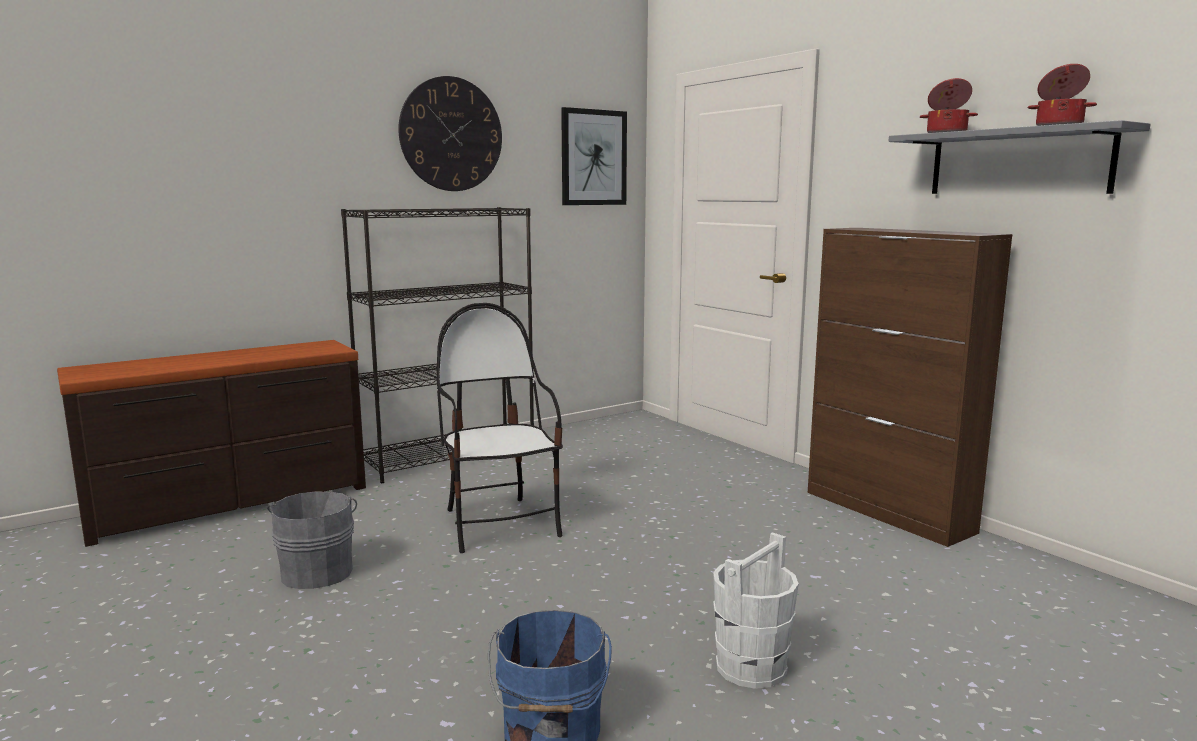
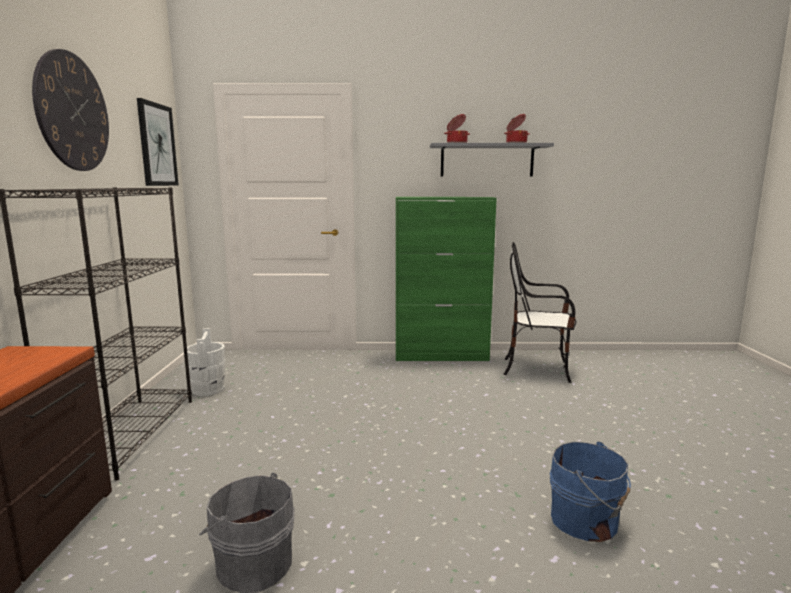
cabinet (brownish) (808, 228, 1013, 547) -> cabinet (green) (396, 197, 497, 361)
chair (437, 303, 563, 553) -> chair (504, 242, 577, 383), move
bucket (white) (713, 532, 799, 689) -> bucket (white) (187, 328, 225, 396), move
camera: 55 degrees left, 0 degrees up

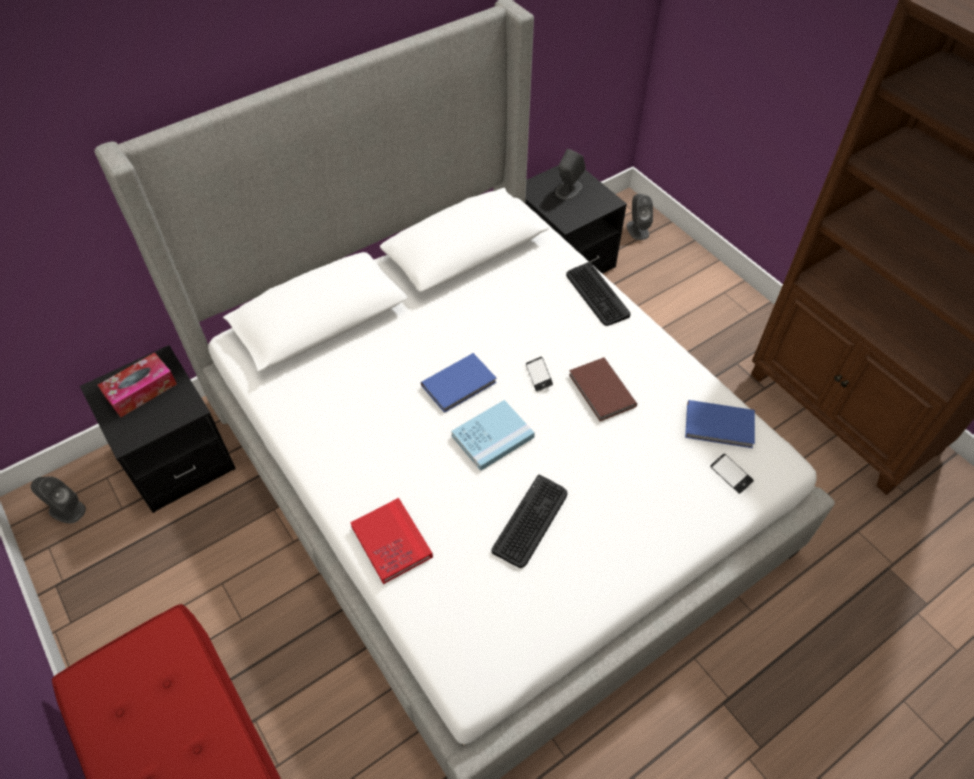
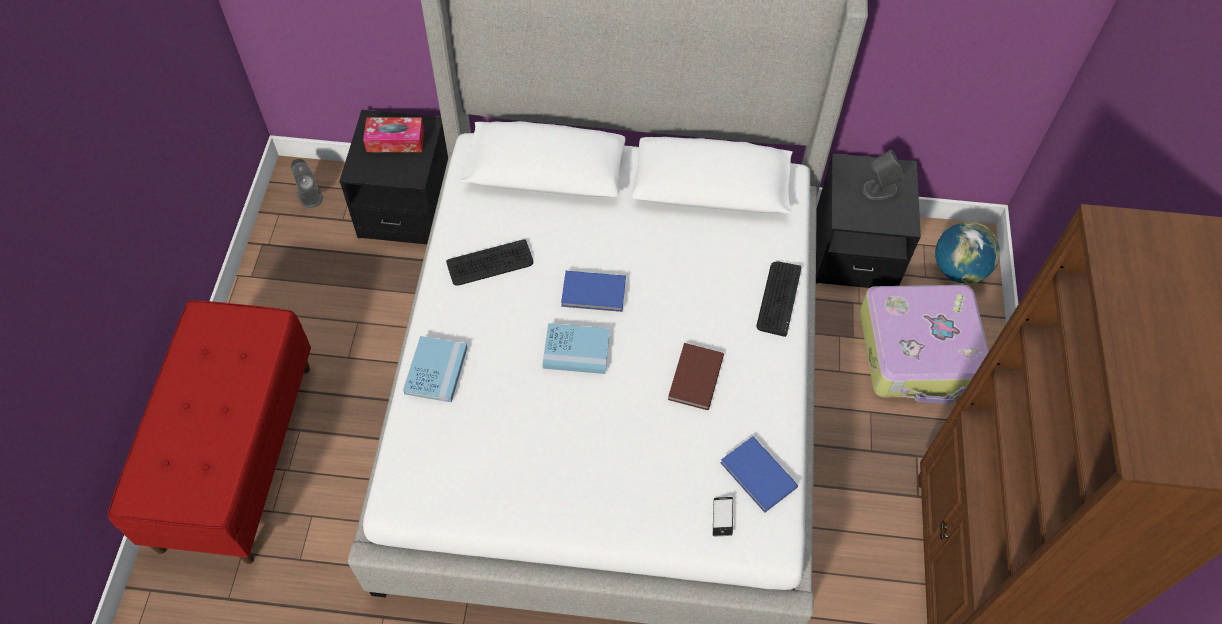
audio speaker (gray) (627, 194, 653, 240) -> world globe (935, 222, 1000, 284)
telephone (526, 357, 553, 392) -> none
computer keyboard (492, 475, 568, 568) -> computer keyboard (446, 239, 533, 286), move
book (red) (350, 498, 433, 584) -> book (blue-coloured) (403, 336, 467, 402)
none -> suitcase (860, 285, 989, 404)
camera: 40 degrees right, 5 degrees up

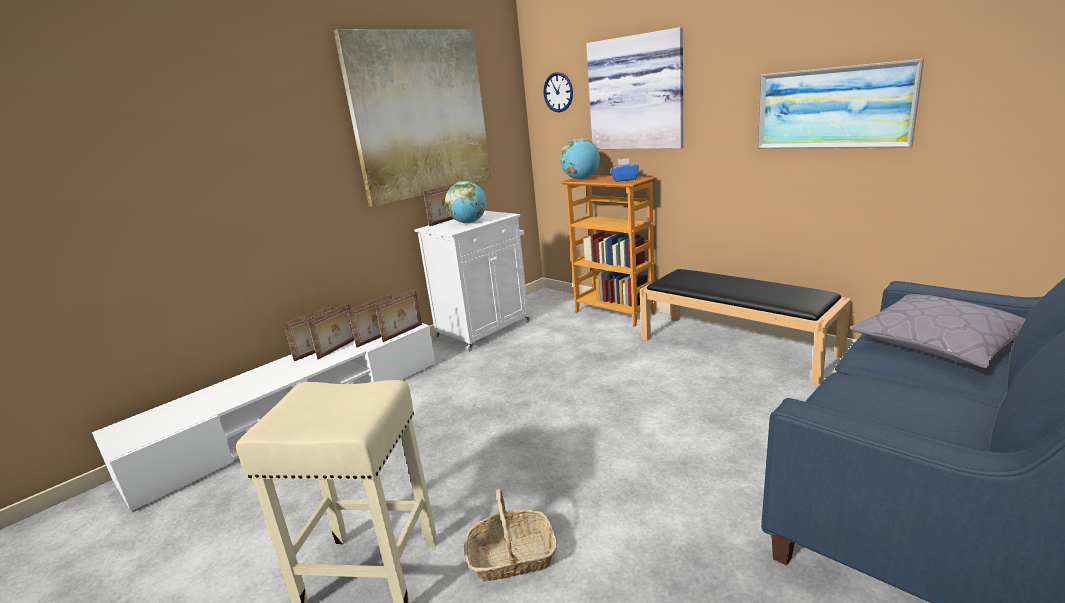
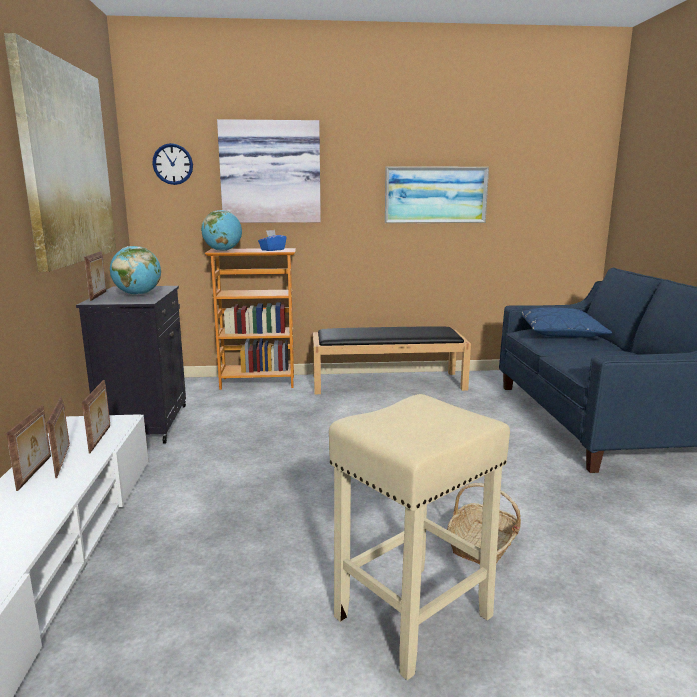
cabinet (white) (414, 211, 530, 351) -> cabinet (black) (76, 286, 186, 444)
photo frame (375, 289, 422, 342) -> none
throw pillow (gray) (850, 294, 1026, 368) -> throw pillow (blue-coloured) (521, 307, 612, 338)
camera: 50 degrees left, 5 degrees down

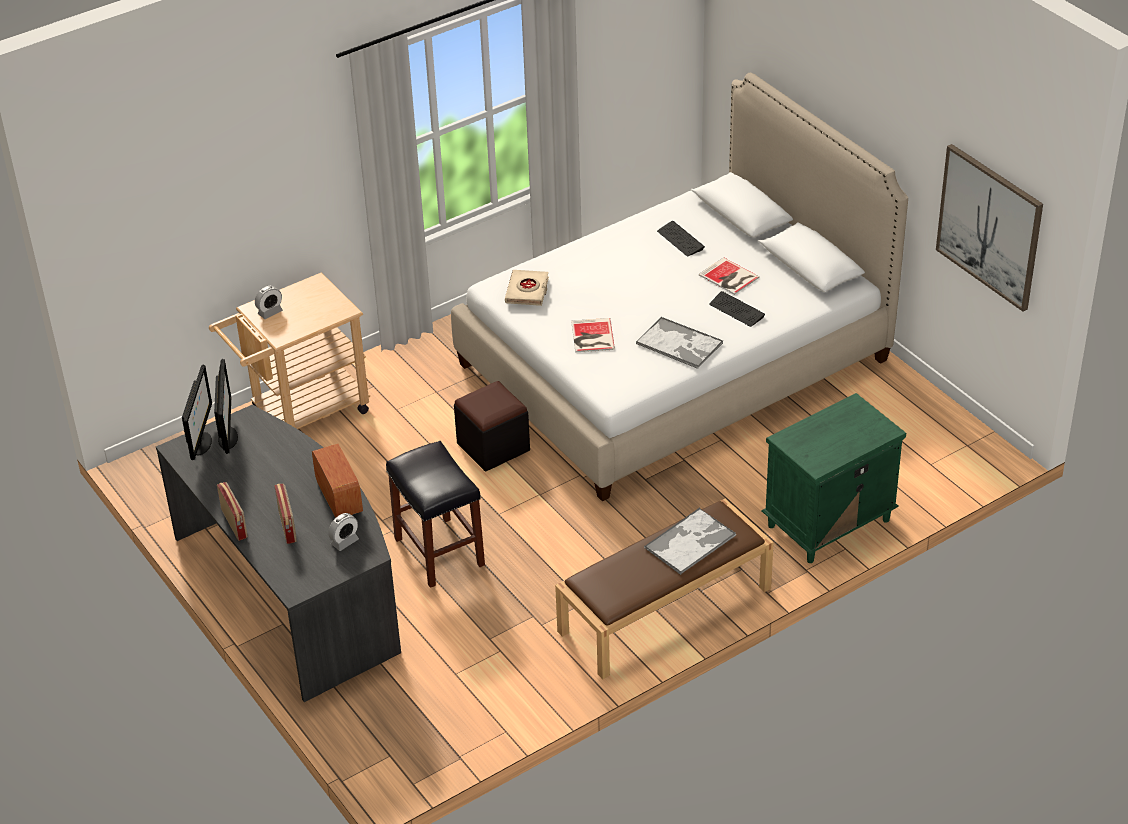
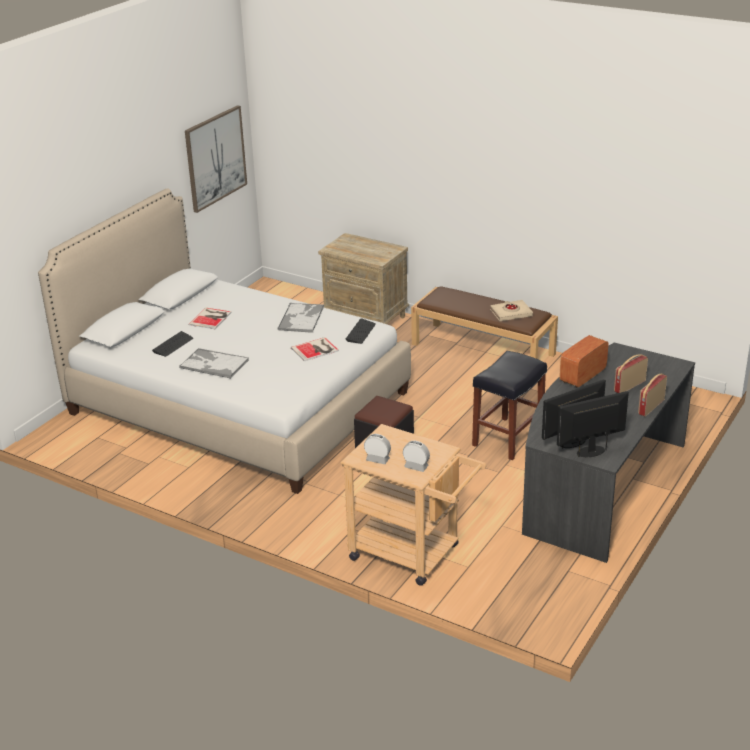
book (sand-coloured) (505, 270, 549, 306) -> book (sand-coloured) (490, 300, 533, 321), move
computer keyboard (709, 291, 765, 327) -> computer keyboard (346, 318, 376, 344), move
night table (green) (761, 393, 906, 563) -> night table (sand-coloured) (318, 233, 409, 324)
carrying tray (644, 508, 736, 575) -> carrying tray (179, 348, 249, 379), move
bedside clock (328, 513, 359, 551) -> bedside clock (364, 434, 391, 464), move
camera: 115 degrees left, 10 degrees down

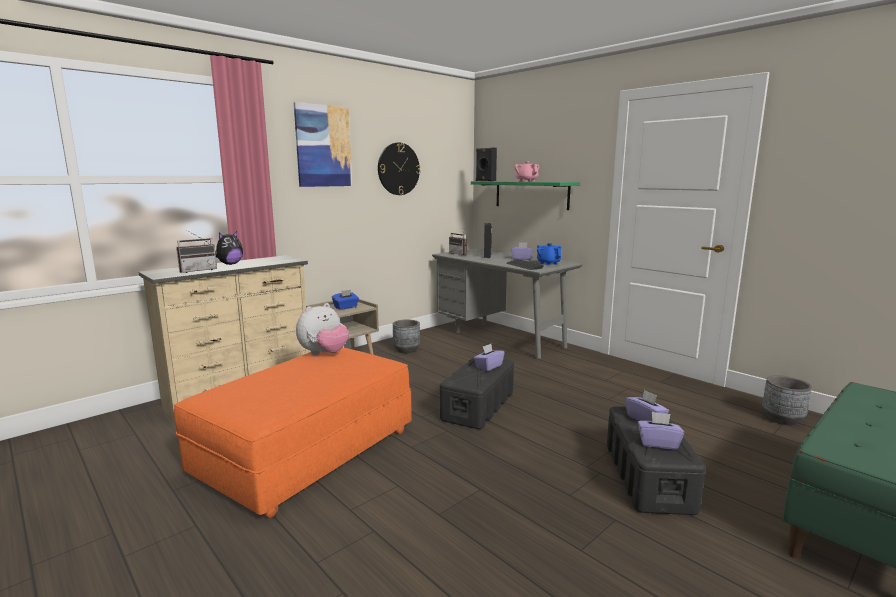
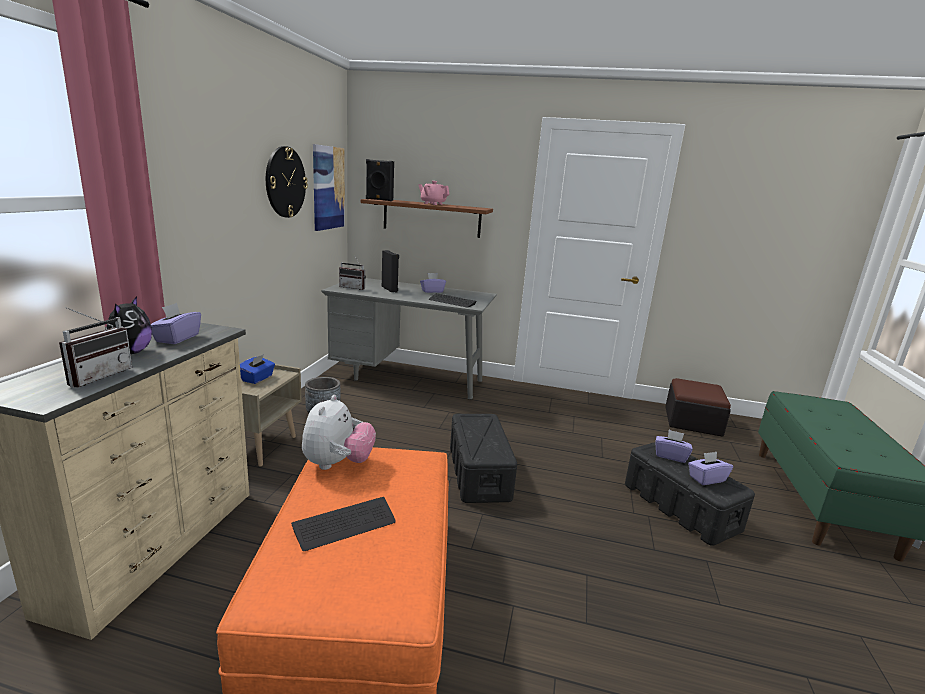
picture (294, 102, 352, 187) -> picture (313, 144, 345, 231), move
shelf (green) (471, 181, 580, 210) -> shelf (brownish) (361, 199, 493, 238)
pot for tea (blue-coloured) (537, 243, 561, 265) -> none
tissue holder (purple) (474, 344, 505, 371) -> tissue holder (purple) (151, 303, 201, 344), move
flower pot (gray) (762, 375, 812, 425) -> pouffe (665, 378, 731, 437)
none -> computer keyboard (291, 497, 396, 551)
camera: 35 degrees left, 5 degrees up

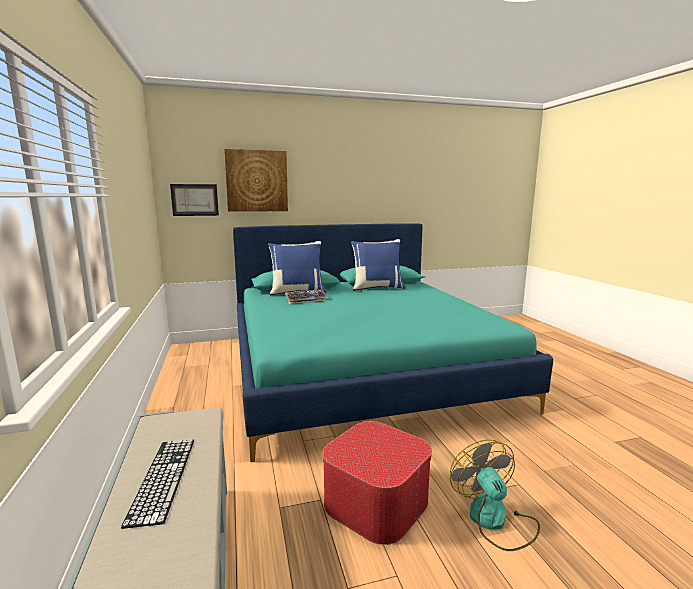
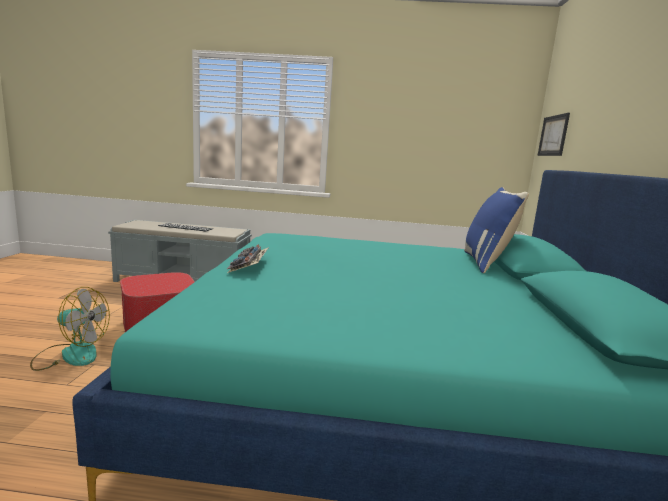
picture (224, 149, 288, 211) -> none
throw pillow (blue-coloured) (351, 239, 406, 291) -> none
computer keyboard (285, 289, 327, 304) -> computer keyboard (227, 244, 269, 273), move
camera: 110 degrees right, 0 degrees up

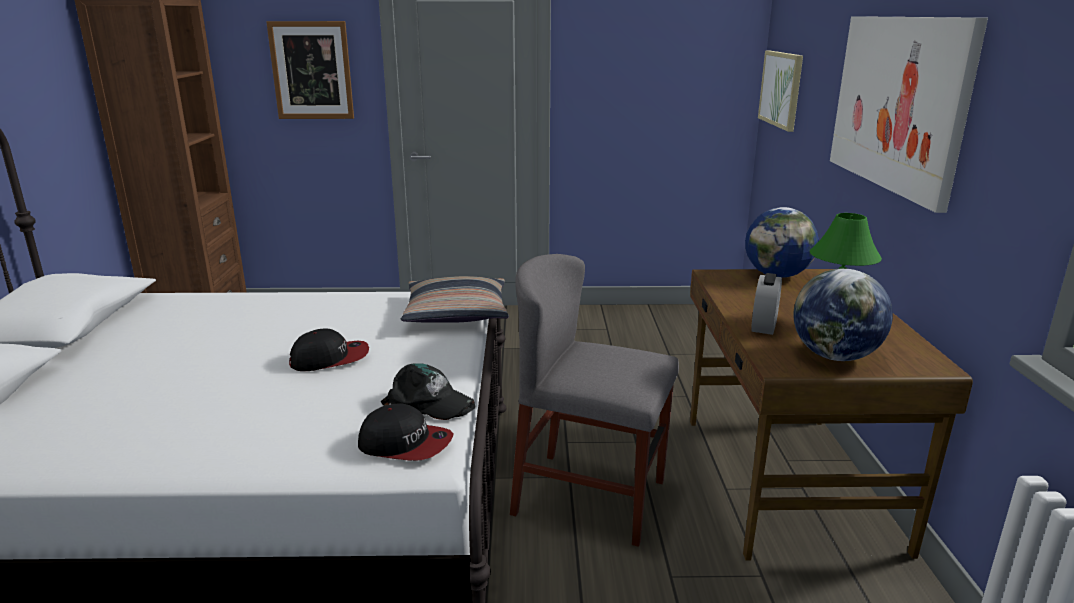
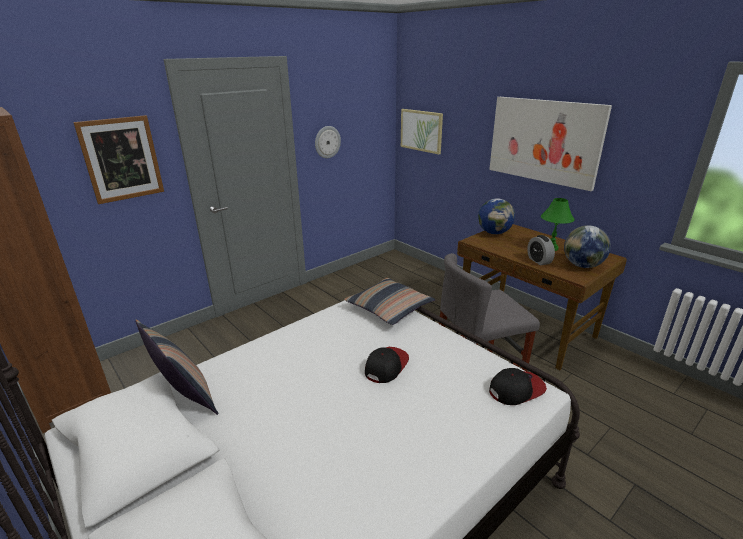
cap (black) (381, 363, 475, 420) -> none
none -> clock on the wall (315, 126, 341, 158)
none -> throw pillow (135, 320, 218, 415)
camera: 40 degrees left, 5 degrees up

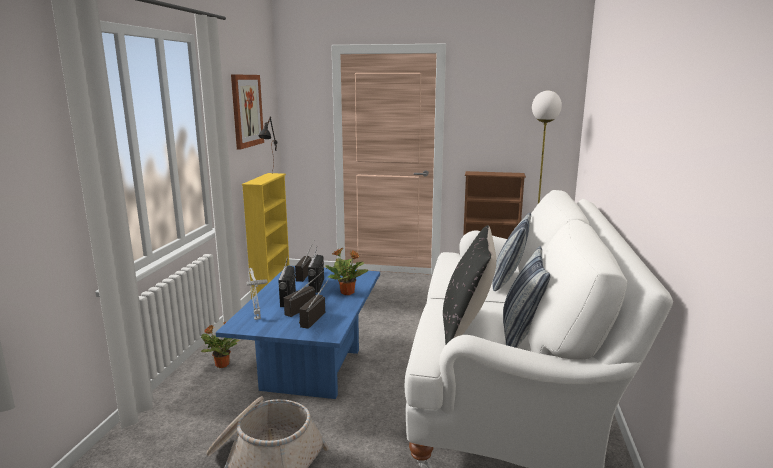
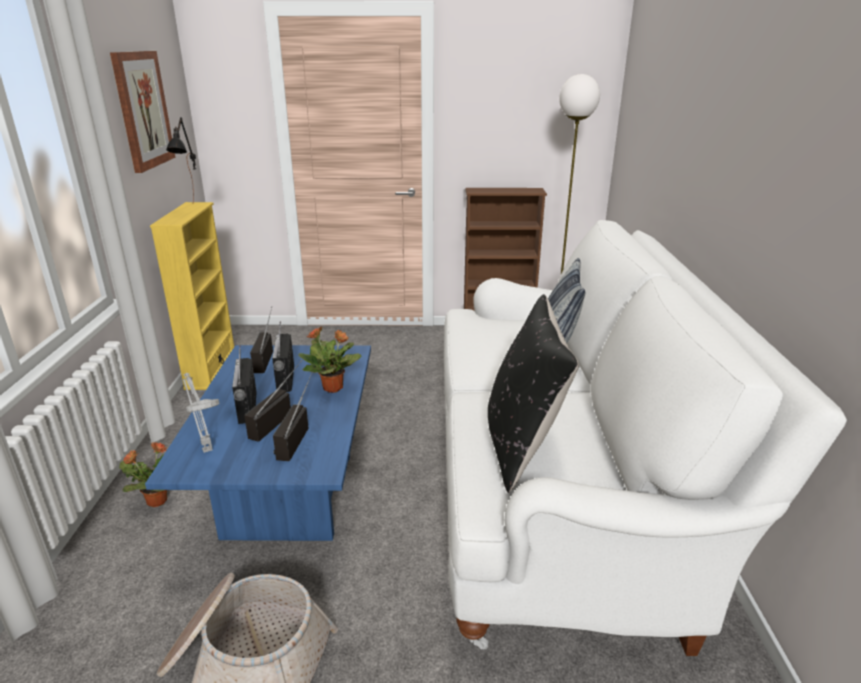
throw pillow (503, 246, 551, 348) -> none
camera: 10 degrees left, 10 degrees up

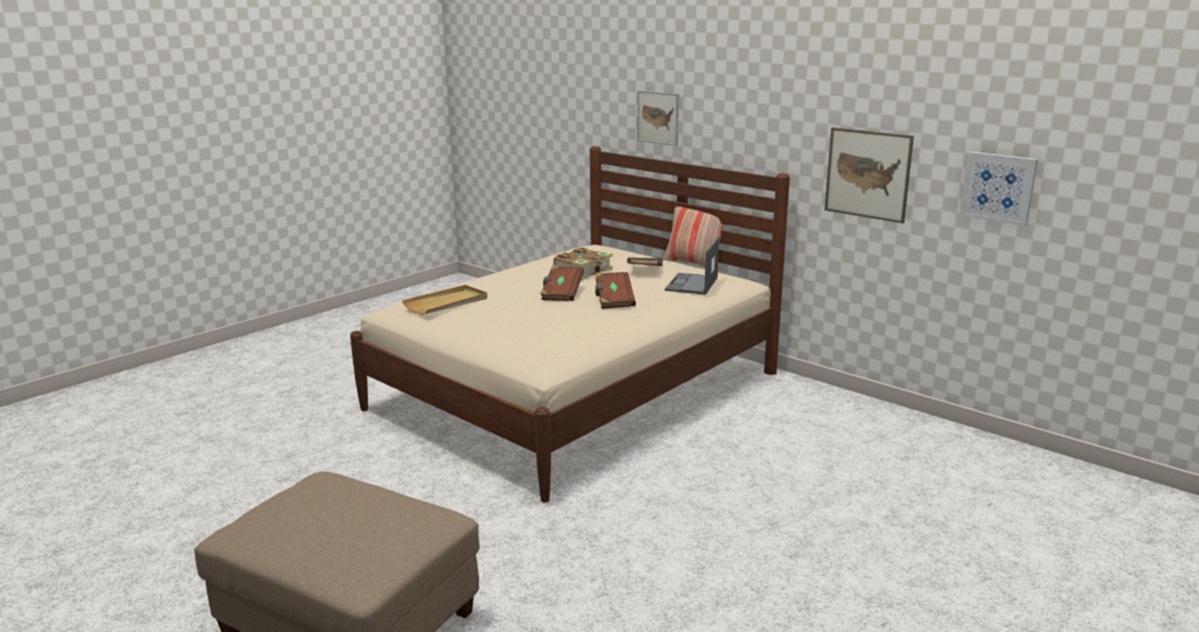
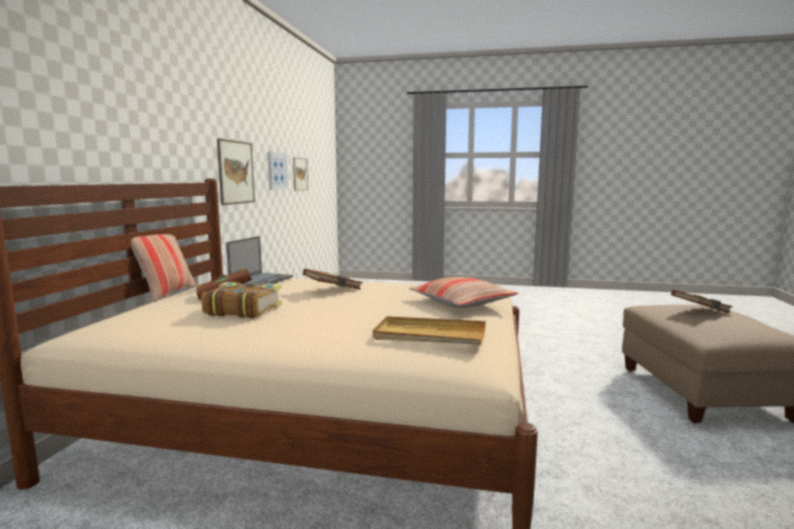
picture (637, 90, 679, 146) -> picture (293, 157, 308, 191), move
notebook computer (665, 237, 719, 295) -> notebook computer (226, 236, 293, 286), 60 degrees counterclockwise
book (brownish) (540, 265, 584, 301) -> book (brownish) (671, 290, 732, 314), move
none -> throw pillow (409, 277, 518, 308)
camera: 120 degrees left, 10 degrees down

